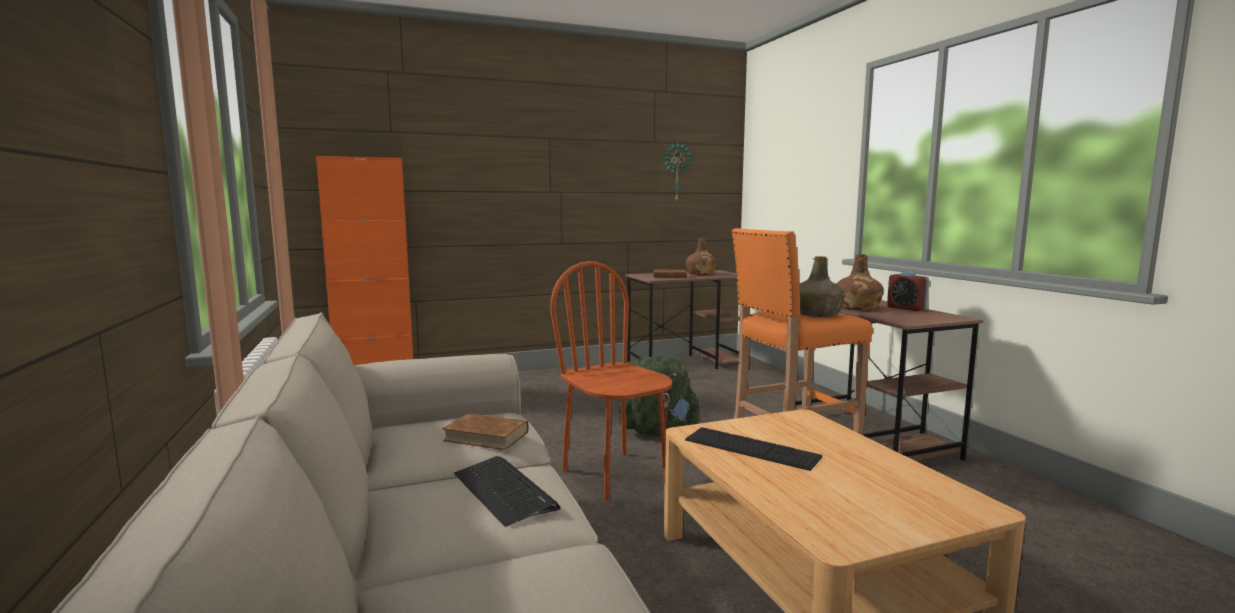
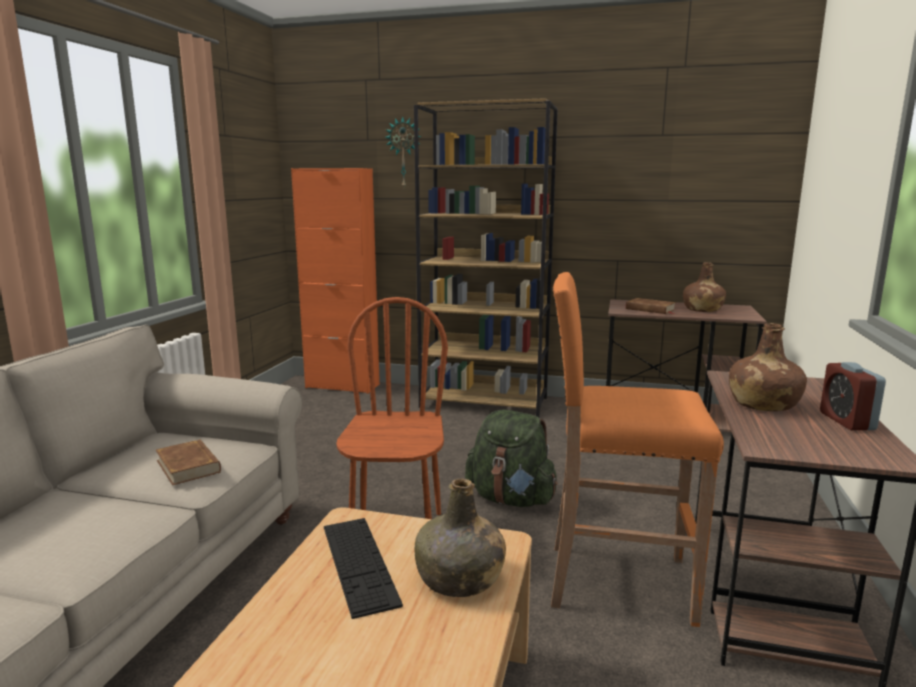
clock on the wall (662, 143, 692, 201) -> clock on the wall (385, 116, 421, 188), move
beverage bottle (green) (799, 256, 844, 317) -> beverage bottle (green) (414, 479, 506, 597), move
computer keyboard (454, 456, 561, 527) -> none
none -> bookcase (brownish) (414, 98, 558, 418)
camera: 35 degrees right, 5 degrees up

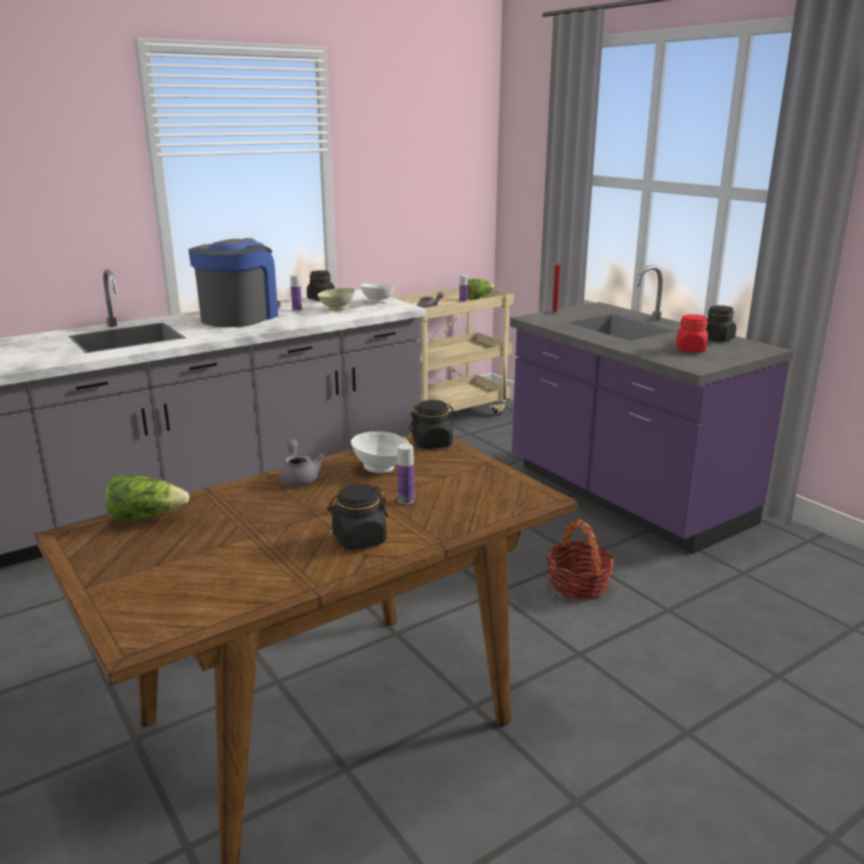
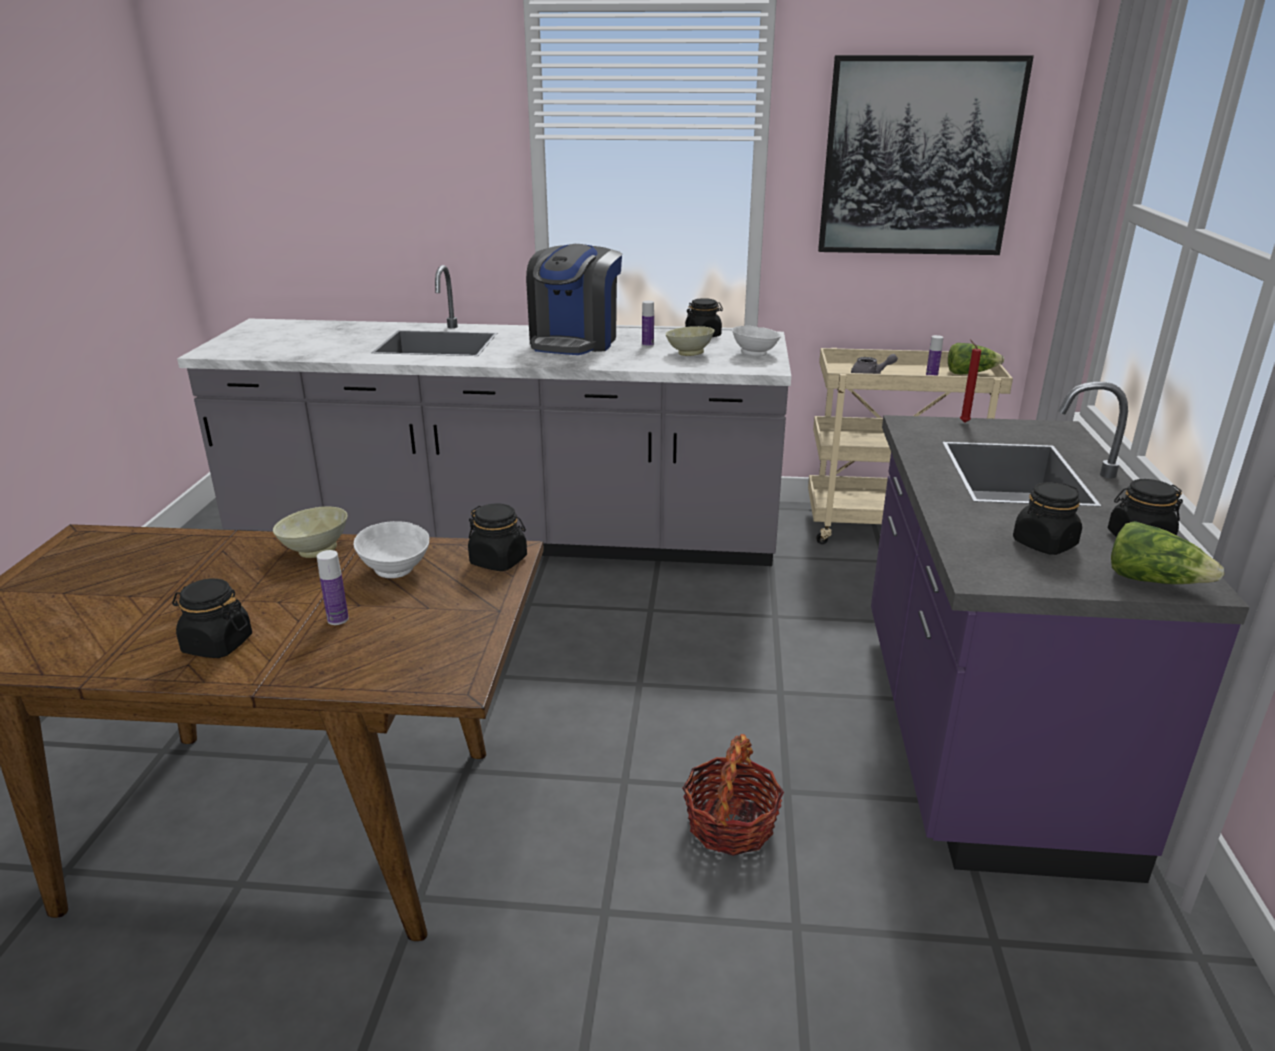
coffee machine (188, 238, 281, 327) -> coffee machine (526, 244, 622, 355), 135 degrees clockwise
storage jar (red) (676, 314, 708, 352) -> storage jar (black) (1013, 482, 1082, 555)
pot for tea (gray) (279, 439, 325, 486) -> serving bowl (sand-coloured) (273, 506, 348, 558)
lettuce head (105, 475, 189, 522) -> lettuce head (1111, 521, 1224, 584), move
none -> picture (818, 55, 1034, 255)
camera: 40 degrees right, 5 degrees up

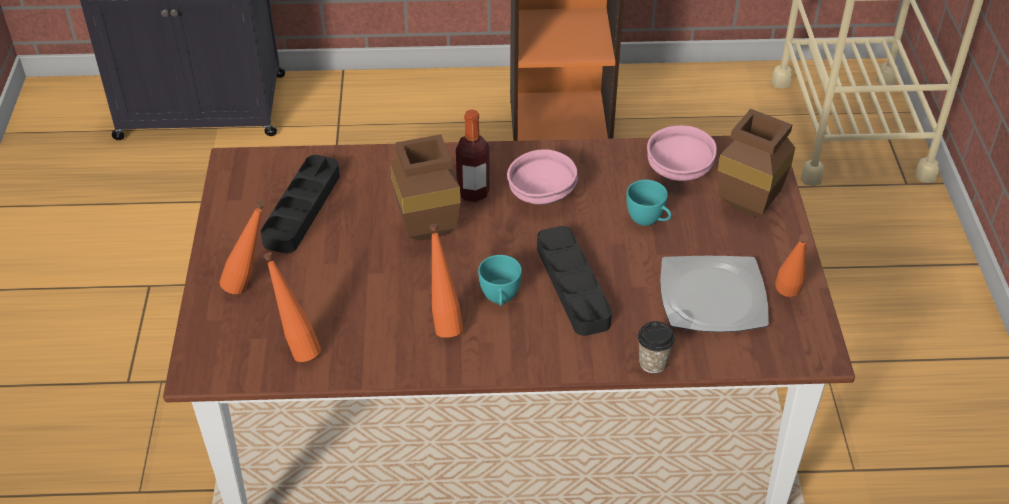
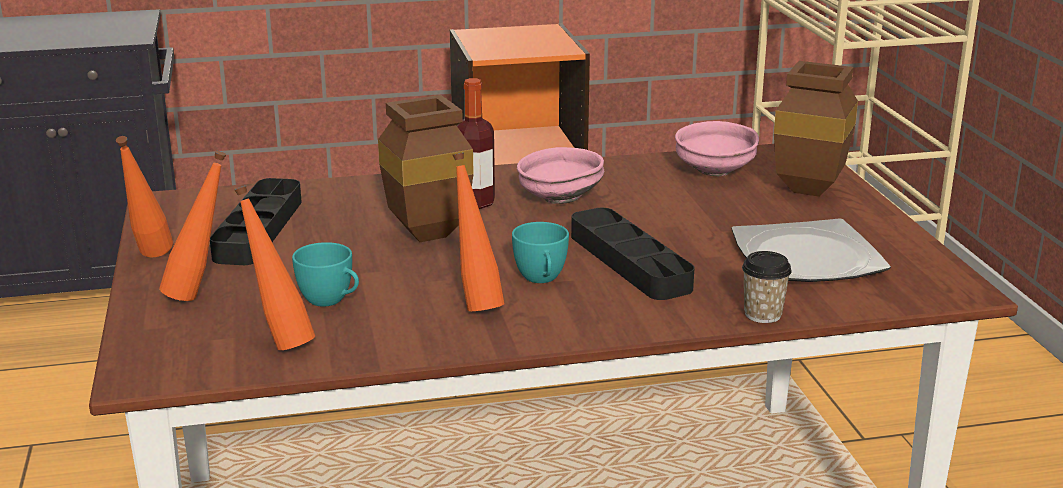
small cup (blue-green) (626, 180, 671, 226) -> small cup (blue-green) (292, 242, 359, 307), move
beverage bottle (orange-coloured) (775, 234, 808, 297) -> beverage bottle (orange-coloured) (116, 136, 173, 257), move
camera: 10 degrees left, 20 degrees down

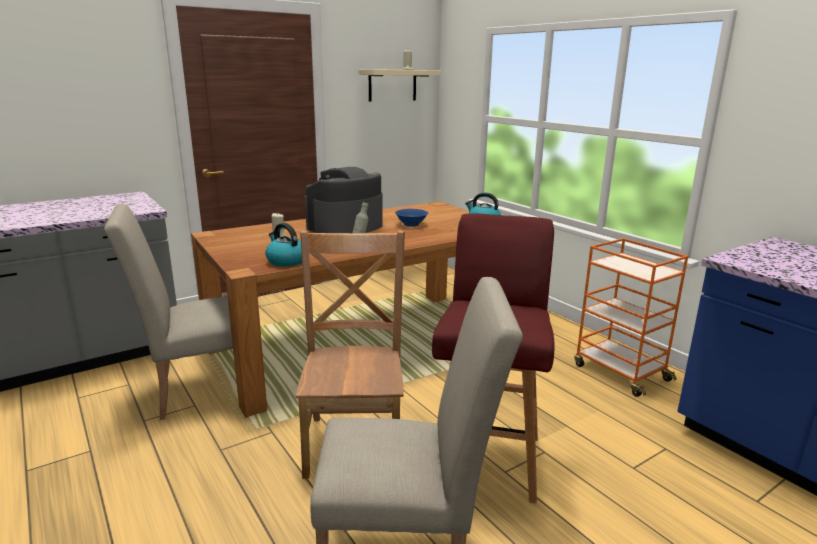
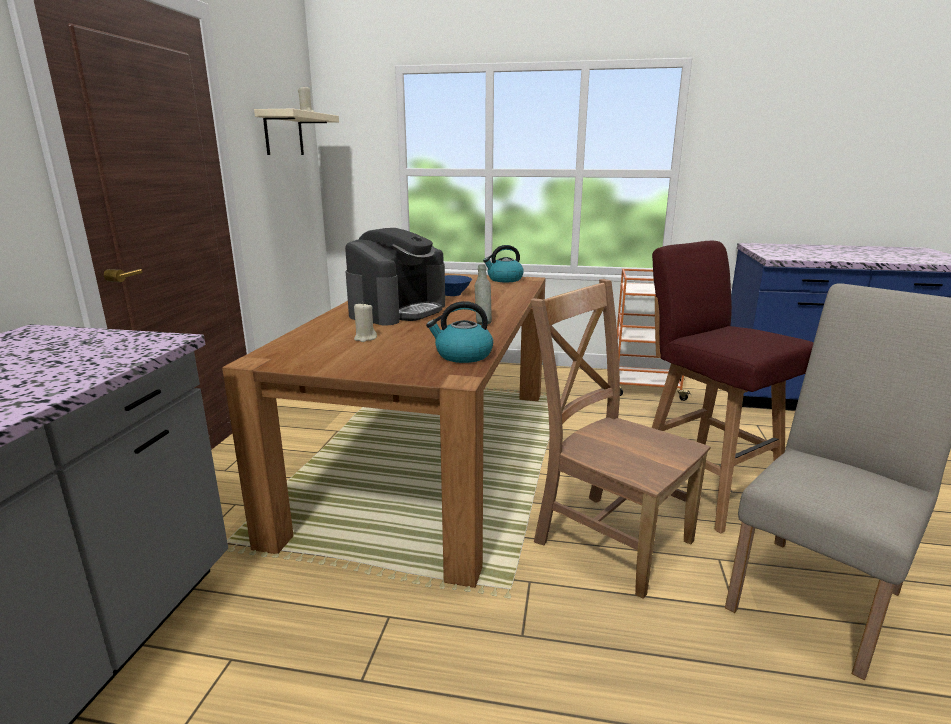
coffee machine (305, 167, 383, 233) -> coffee machine (345, 228, 445, 325), 150 degrees counterclockwise
chair (sand-coloured) (104, 204, 233, 420) -> none
camera: 45 degrees left, 0 degrees up

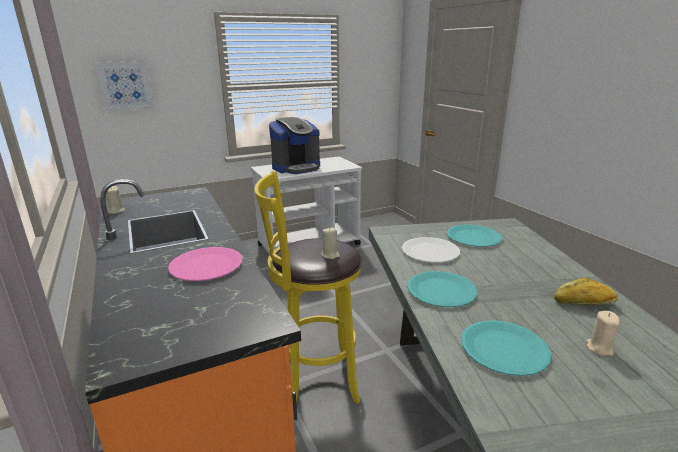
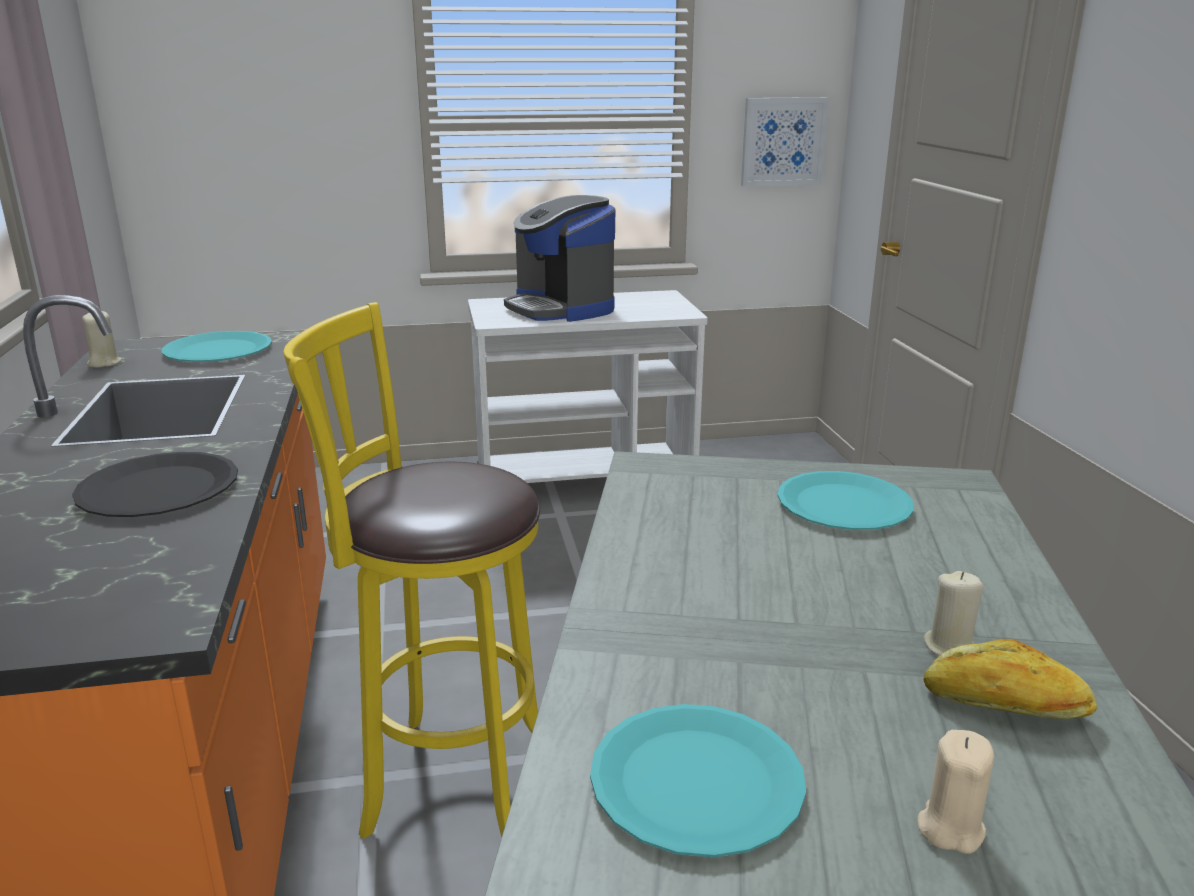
picture (95, 61, 154, 111) -> picture (741, 97, 829, 186), move
coffee machine (269, 117, 320, 174) -> coffee machine (504, 195, 615, 322), 75 degrees clockwise
candle (sand-coloured) (321, 227, 340, 259) -> candle (sand-coloured) (924, 571, 984, 656), move
plate (white) (402, 237, 460, 263) -> none
plate (pink) (168, 247, 242, 281) -> plate (black) (72, 452, 238, 517)
plate (blue-green) (407, 271, 477, 307) -> plate (blue-green) (162, 331, 272, 362), move
camera: 15 degrees right, 0 degrees up

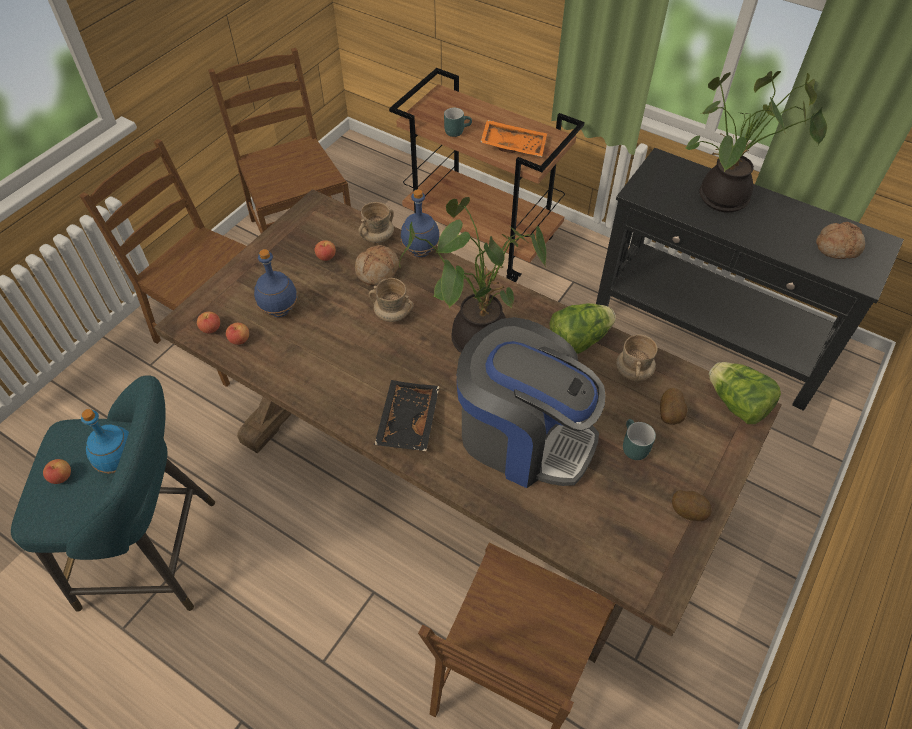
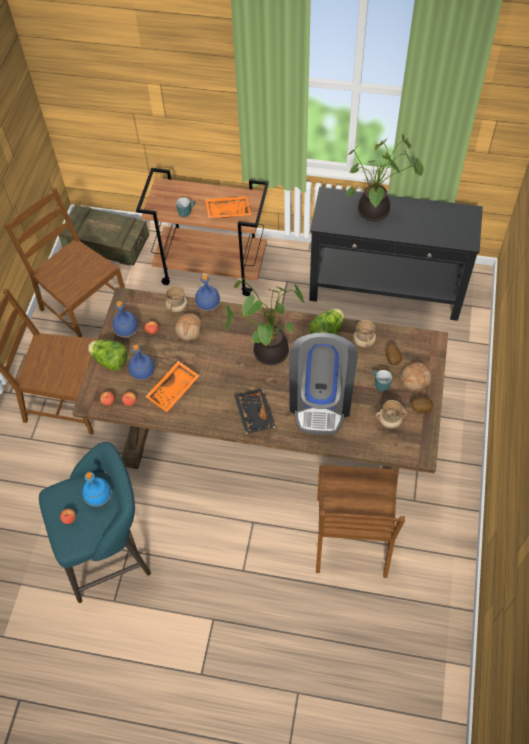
bread (816, 222, 865, 259) -> bread (401, 363, 432, 390), move
tea mug (sand-coloured) (369, 278, 414, 322) -> tea mug (sand-coloured) (376, 400, 407, 428), move
coffee machine (457, 317, 606, 488) -> coffee machine (289, 332, 357, 435), 90 degrees clockwise
lettuce head (709, 362, 781, 424) -> lettuce head (88, 340, 128, 371), move
none -> shipping crate (59, 205, 149, 266)
none -> beverage bottle (blue-coloured) (112, 301, 139, 338)
none -> carrying tray (orange-coloured) (146, 361, 199, 412)
camera: 20 degrees left, 5 degrees up

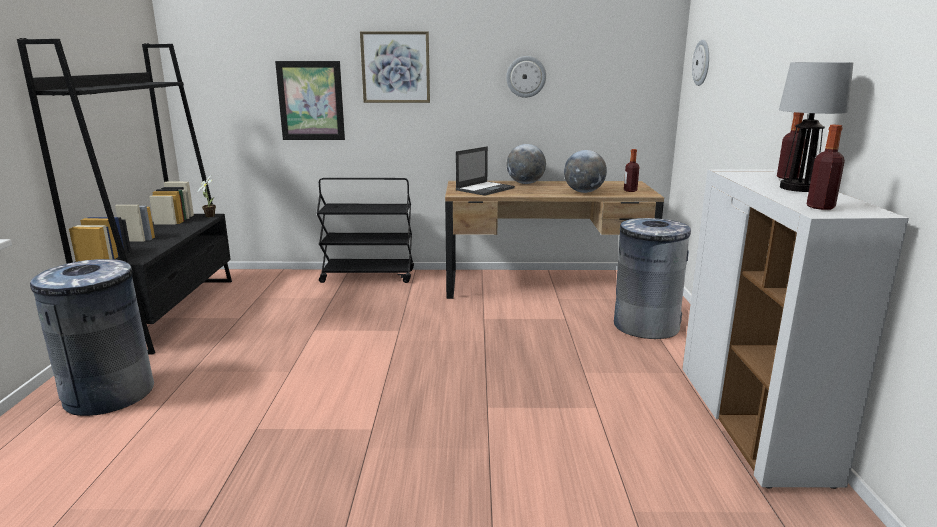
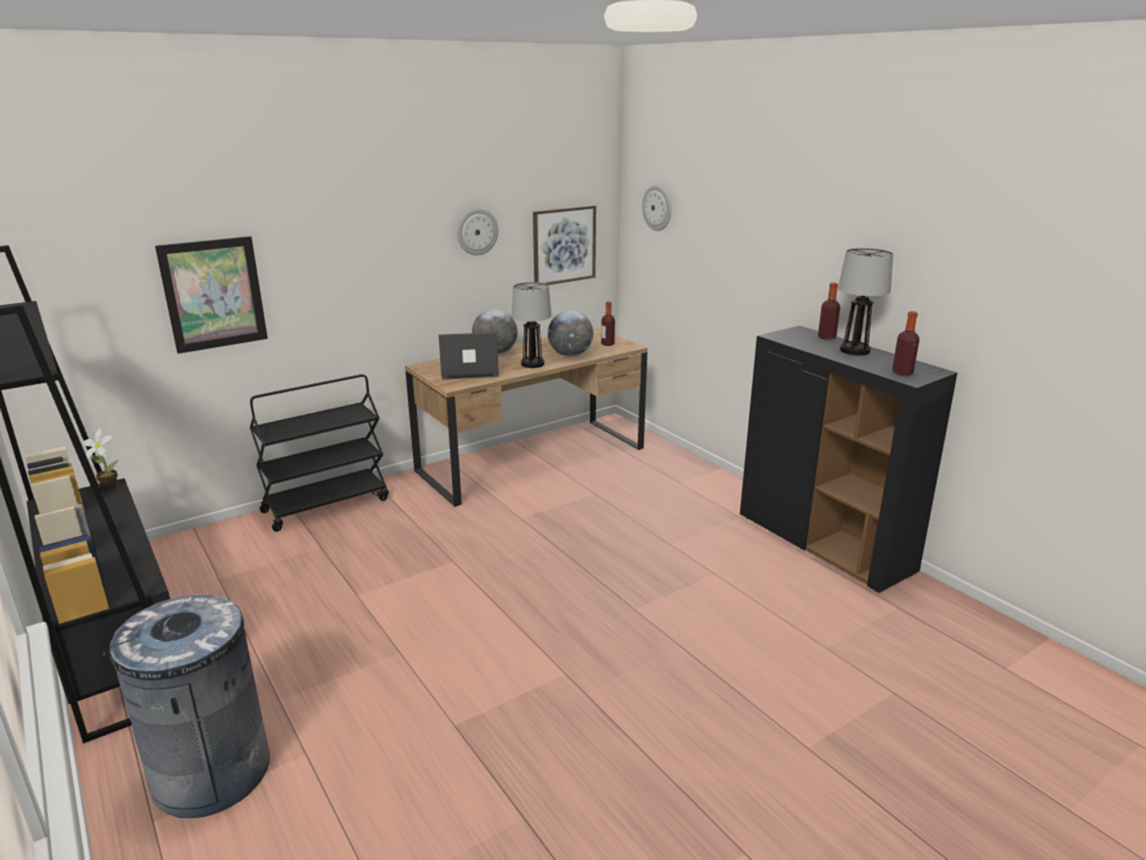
picture (360, 31, 430, 103) -> picture (533, 205, 596, 285), move
notebook computer (456, 146, 515, 196) -> notebook computer (439, 332, 499, 380), 105 degrees counterclockwise
cabinet (white) (682, 169, 909, 489) -> cabinet (black) (740, 326, 957, 593)
rubbish bin (gray) (614, 218, 691, 339) -> none
none -> table lamp (512, 282, 552, 368)
camera: 35 degrees left, 5 degrees up

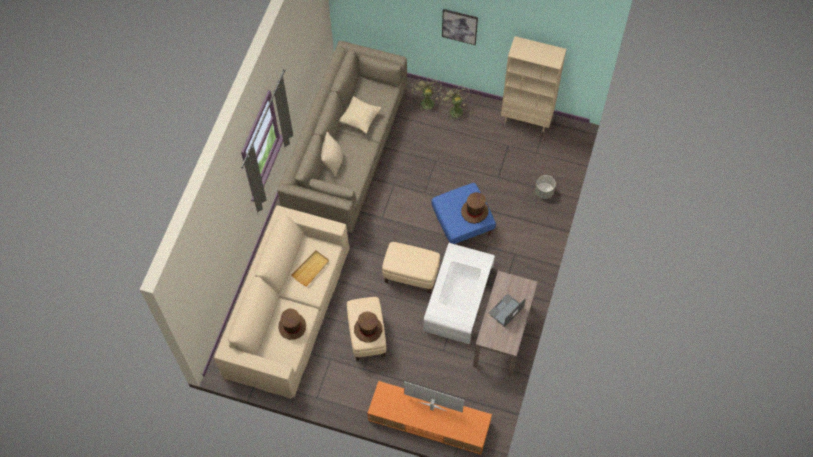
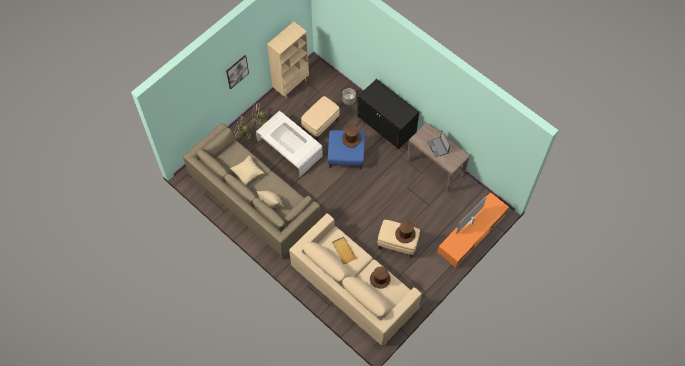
pouffe (sand-coloured) (382, 242, 440, 294) -> pouffe (sand-coloured) (301, 96, 340, 141), move
lounge table (white) (423, 243, 495, 344) -> lounge table (white) (256, 111, 323, 177), move
none -> cabinet (black) (357, 79, 419, 150)
camera: 65 degrees left, 0 degrees up

